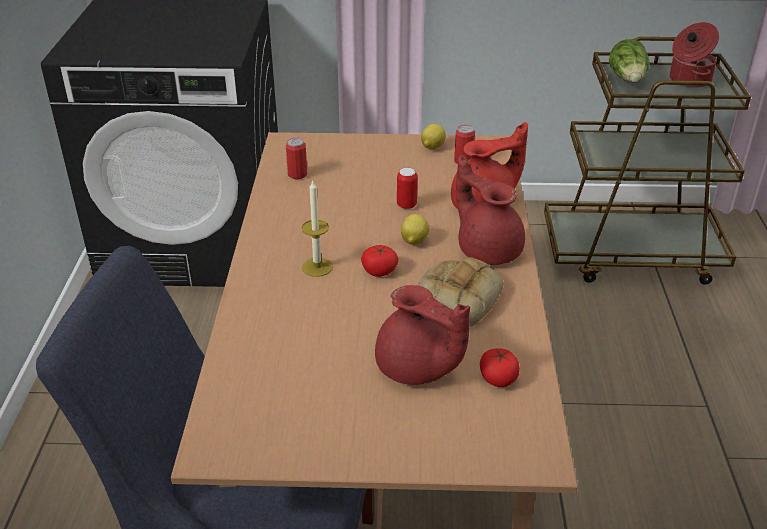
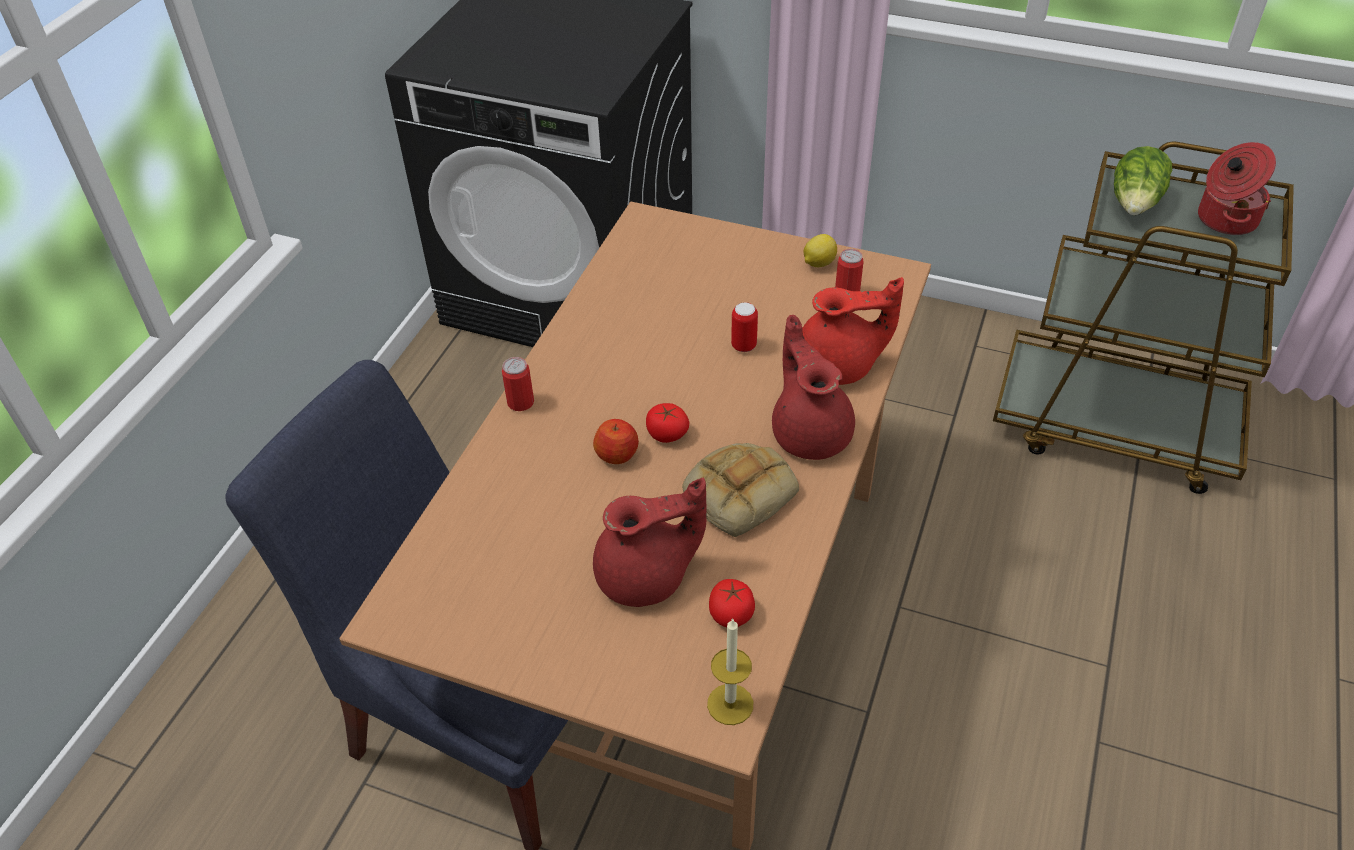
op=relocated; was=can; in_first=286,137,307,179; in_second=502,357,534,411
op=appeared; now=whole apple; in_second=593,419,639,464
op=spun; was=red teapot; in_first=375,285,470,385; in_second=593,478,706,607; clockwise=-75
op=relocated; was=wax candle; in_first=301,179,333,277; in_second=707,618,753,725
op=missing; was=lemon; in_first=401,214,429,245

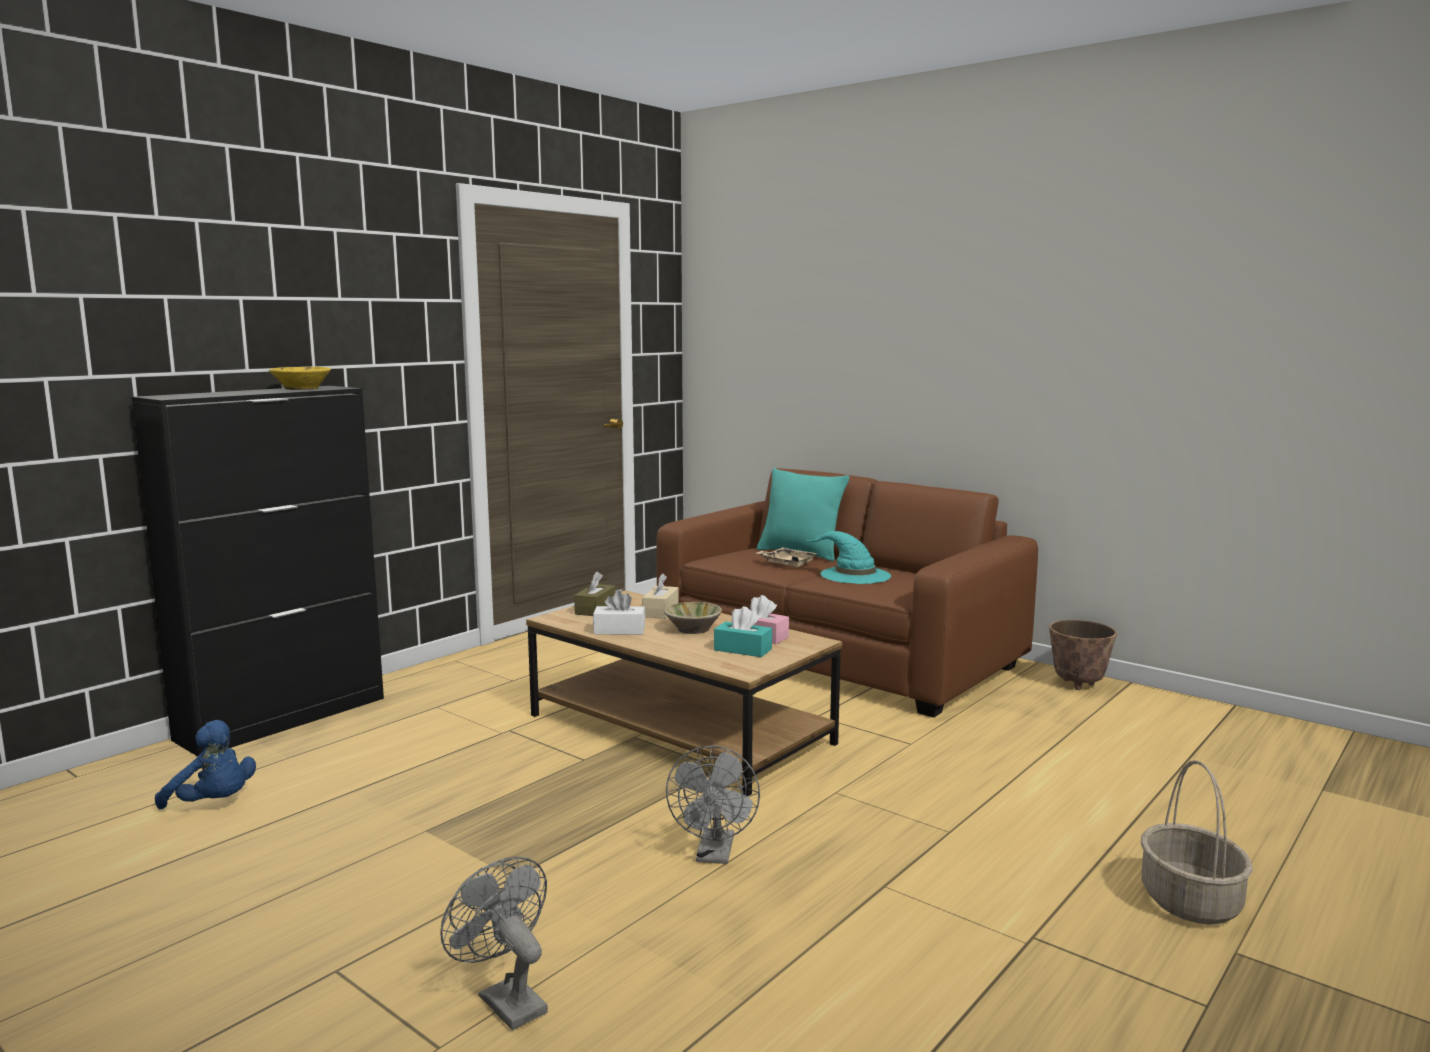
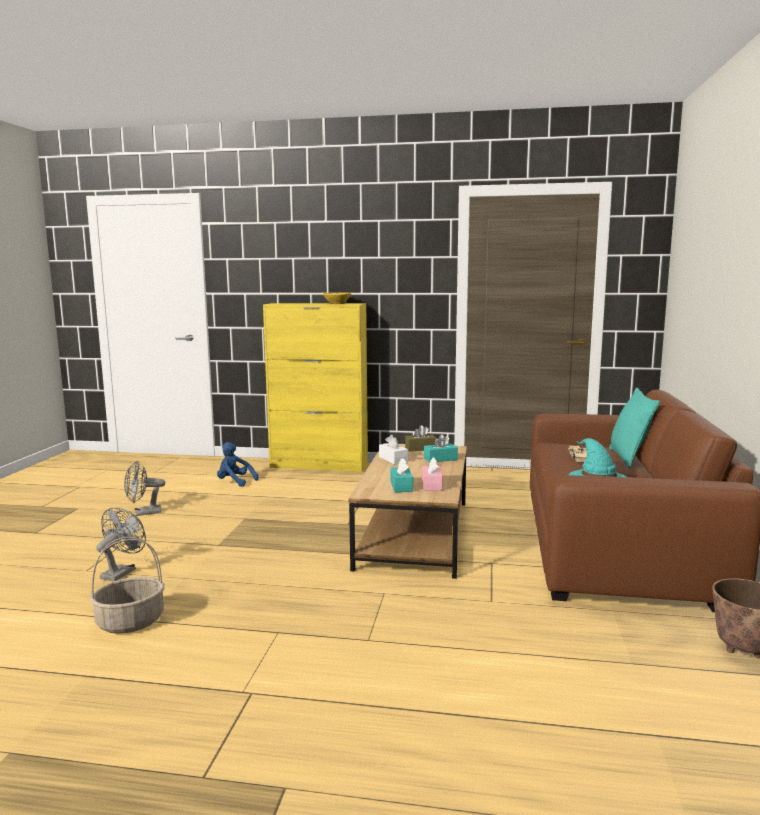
op=relocated; was=basket; in_first=1141,760,1253,925; in_second=90,537,165,634
op=relocated; was=grey electric fan; in_first=666,745,760,864; in_second=124,461,165,516
op=spun; was=blue soft toy; in_first=155,720,256,810; in_second=217,442,259,487; clockwise=120
op=colour; was=blackish cabinet; now=yellow-coloured cabinet; in_first=132,386,384,756; in_second=263,303,368,472
op=colour; was=beige-coloured tissue box; now=blue-green tissue box; in_first=642,573,679,619; in_second=424,434,458,463
op=missing; was=beige-coloured serving bowl; in_first=664,602,722,634

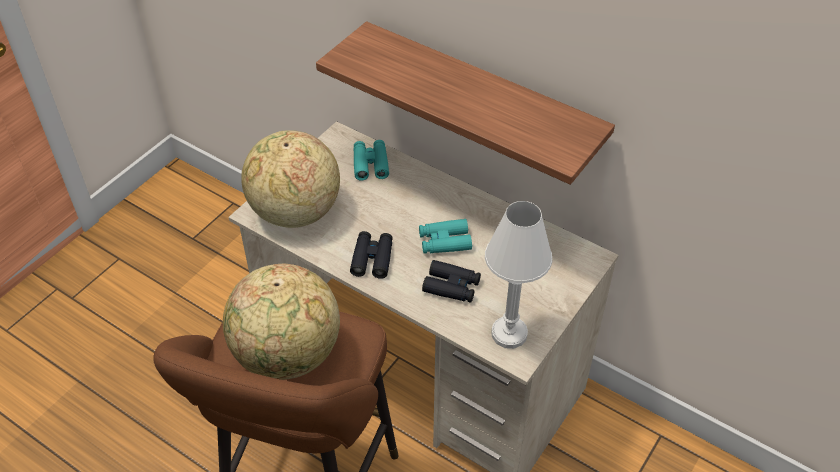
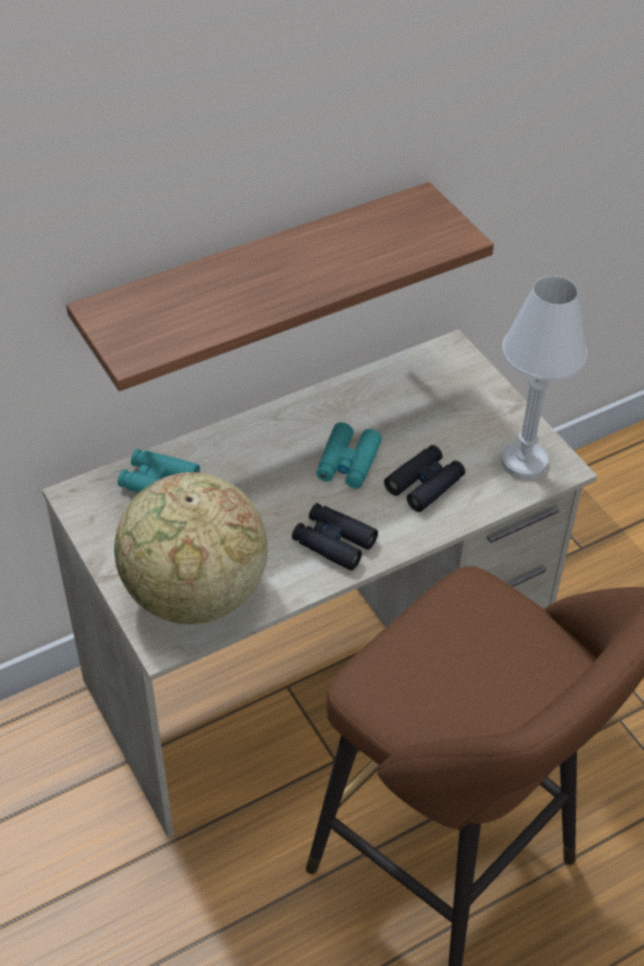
op=missing; was=world globe; in_first=223,264,340,380

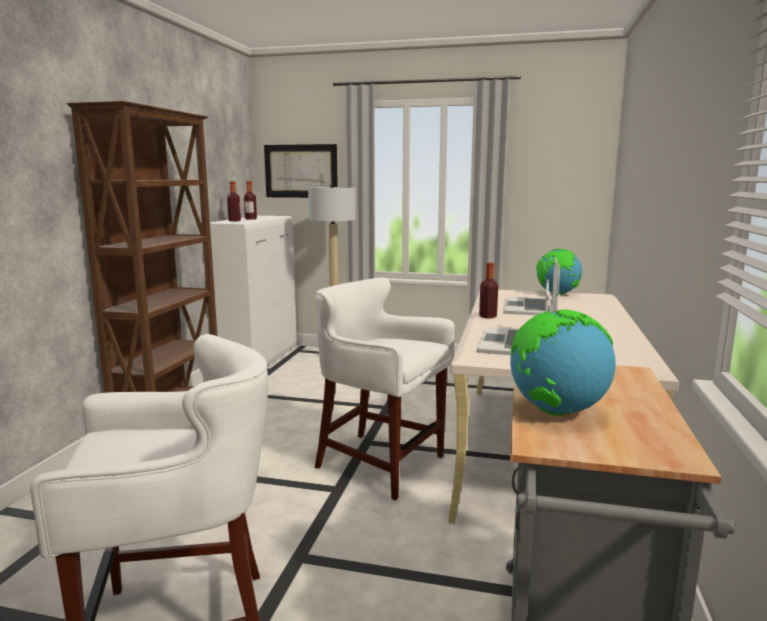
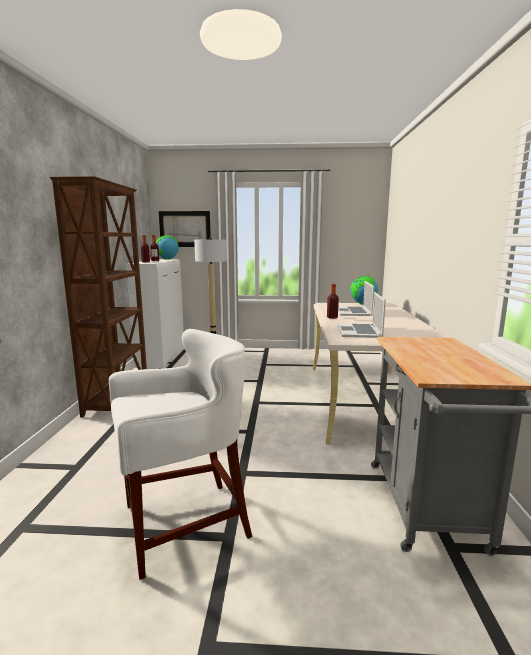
op=relocated; was=world globe; in_first=510,309,616,416; in_second=156,235,179,260
op=missing; was=white-coloured stool seat; in_first=315,277,455,500

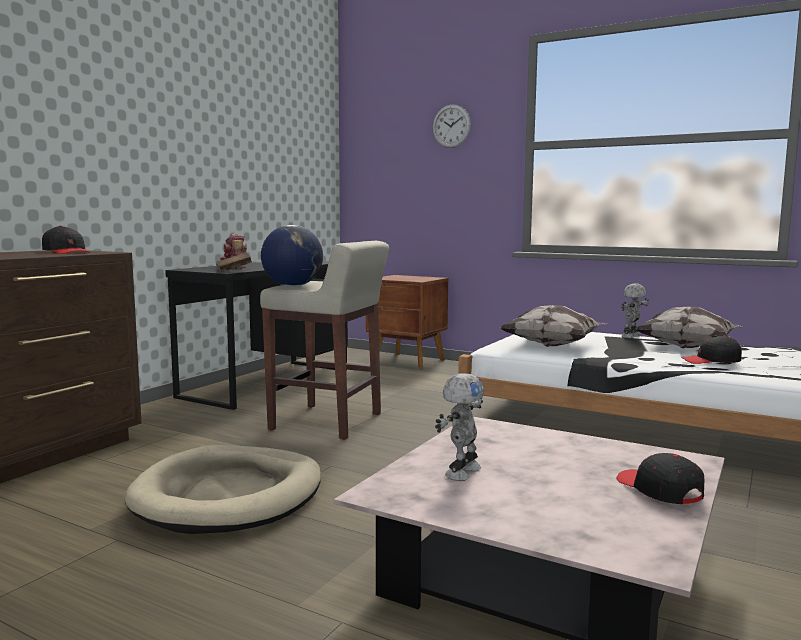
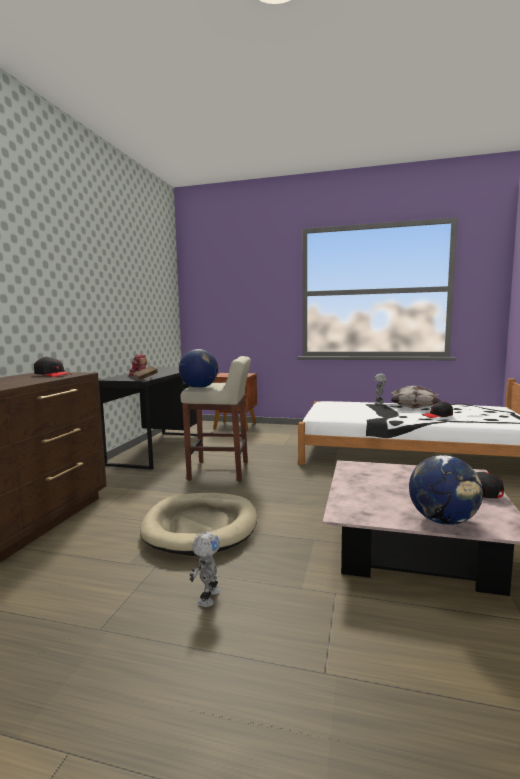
op=relocated; was=model robot; in_first=435,373,484,481; in_second=190,531,221,607
op=appeared; now=world globe; in_second=409,455,483,525
op=missing; was=wall clock; in_first=433,105,471,148
op=missing; was=cushion; in_first=500,305,608,347

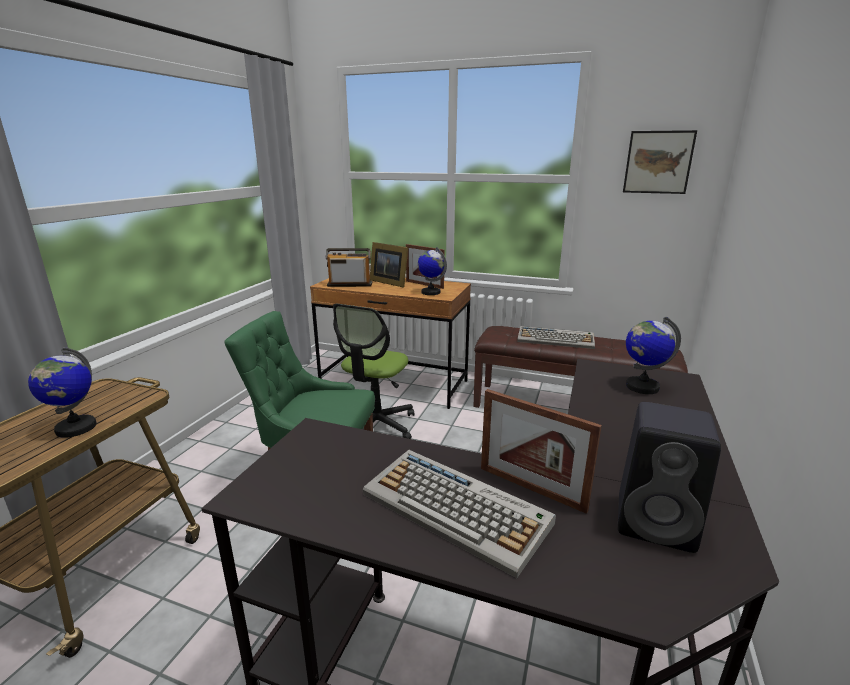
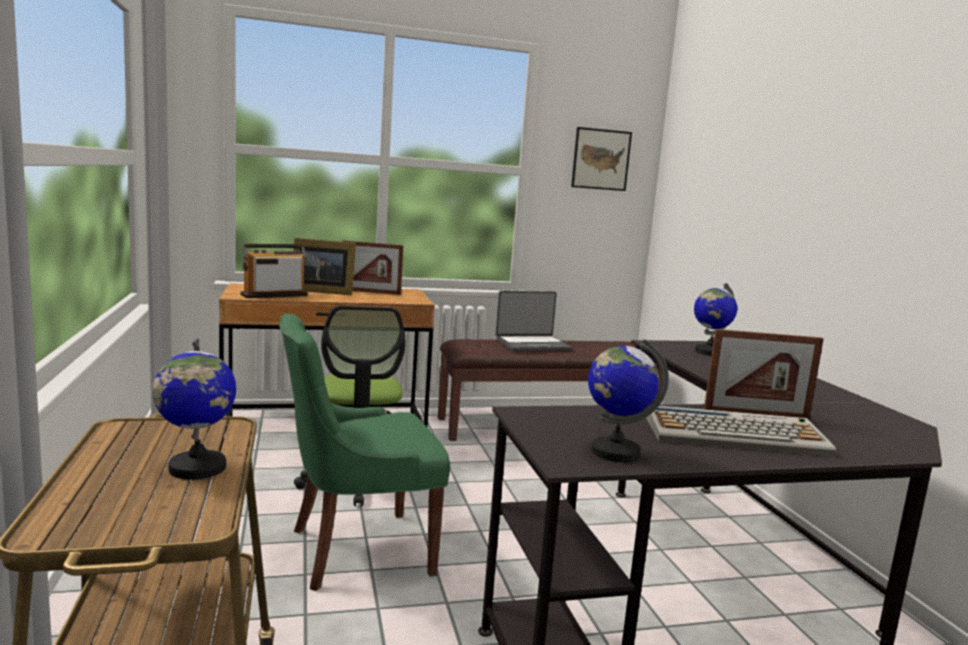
op=exchanged; was=PC keyboard; now=portable computer; in_first=517,326,595,349; in_second=496,291,572,352
op=relocated; was=world globe; in_first=418,247,447,295; in_second=588,339,669,462
op=missing; was=blackish audio speaker; in_first=618,402,721,553

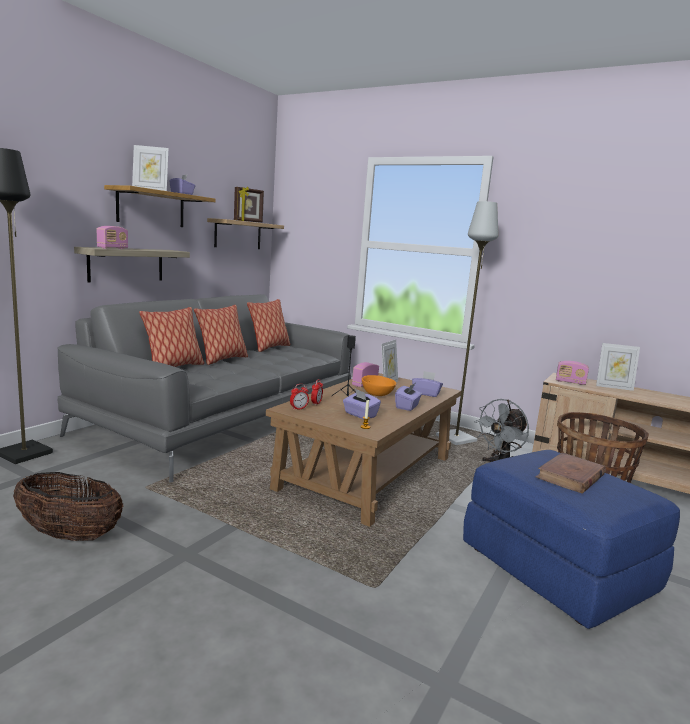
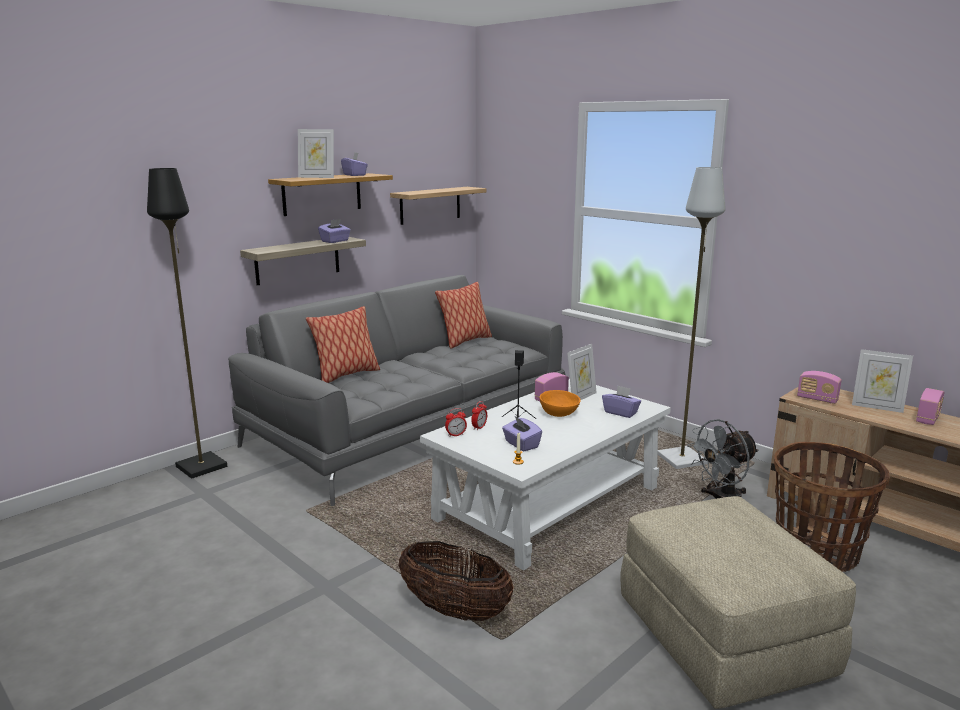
op=relocated; was=purplish tissue box; in_first=395,383,422,411; in_second=318,219,351,243
op=relocated; was=basket; in_first=13,472,123,541; in_second=398,541,514,621
op=colour; was=brown coffee table; now=white-coloured coffee table; in_first=266,373,461,527; in_second=420,379,671,571
op=colour; was=blue footrest; now=beige-coloured footrest; in_first=463,450,680,629; in_second=620,496,856,709
op=relocated; was=radio receiver; in_first=97,226,128,249; in_second=916,388,944,425
op=missing; was=cushion; in_first=194,305,248,365
op=missing; was=picture frame; in_first=234,187,264,223
op=missing; was=brown bound book; in_first=536,453,606,494

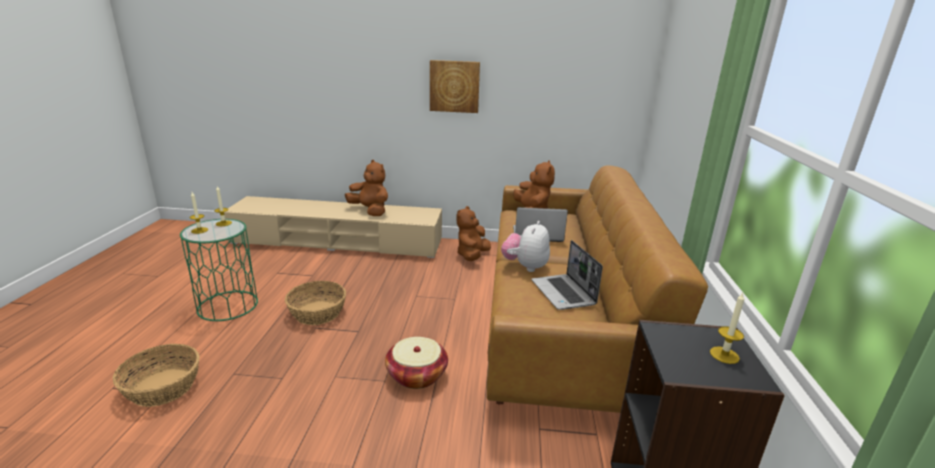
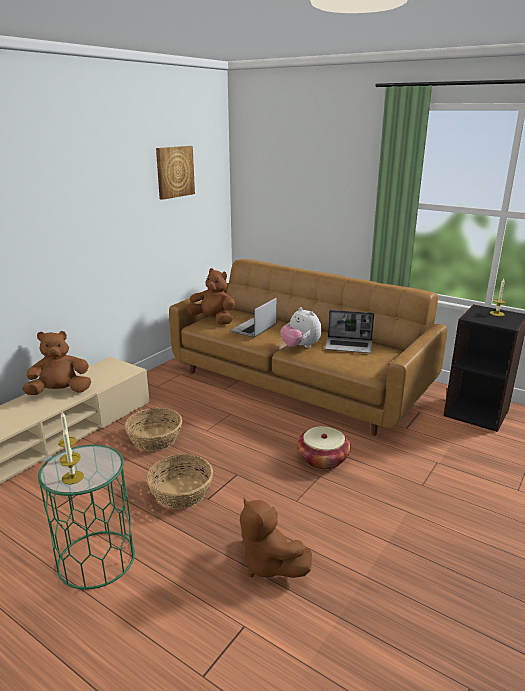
op=relocated; was=basket; in_first=112,344,200,407; in_second=125,408,182,451
op=relocated; was=wall art; in_first=430,60,480,113; in_second=156,146,195,200
op=relocated; was=brown soft toy; in_first=456,206,491,261; in_second=240,497,312,578

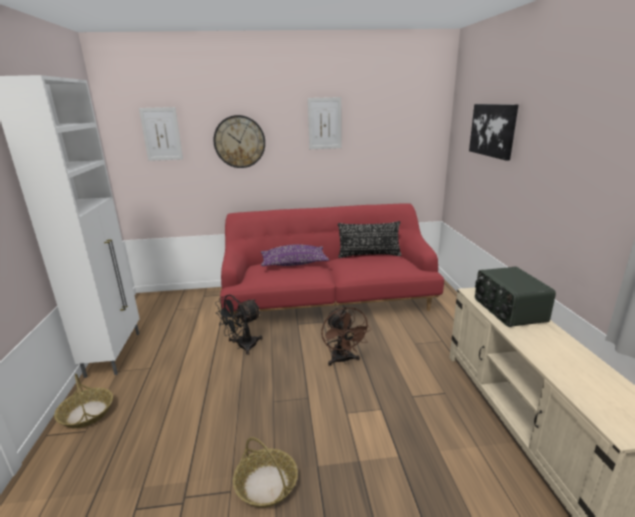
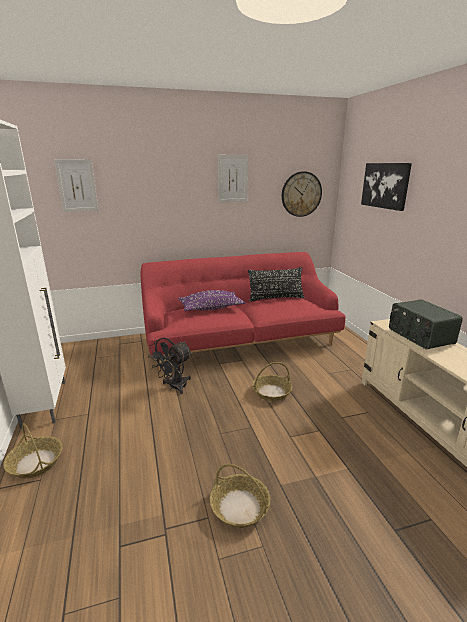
op=exchanged; was=brown electric fan; now=basket; in_first=321,307,371,366; in_second=252,362,292,401
op=relocated; was=wall clock; in_first=214,115,265,168; in_second=282,171,322,217

